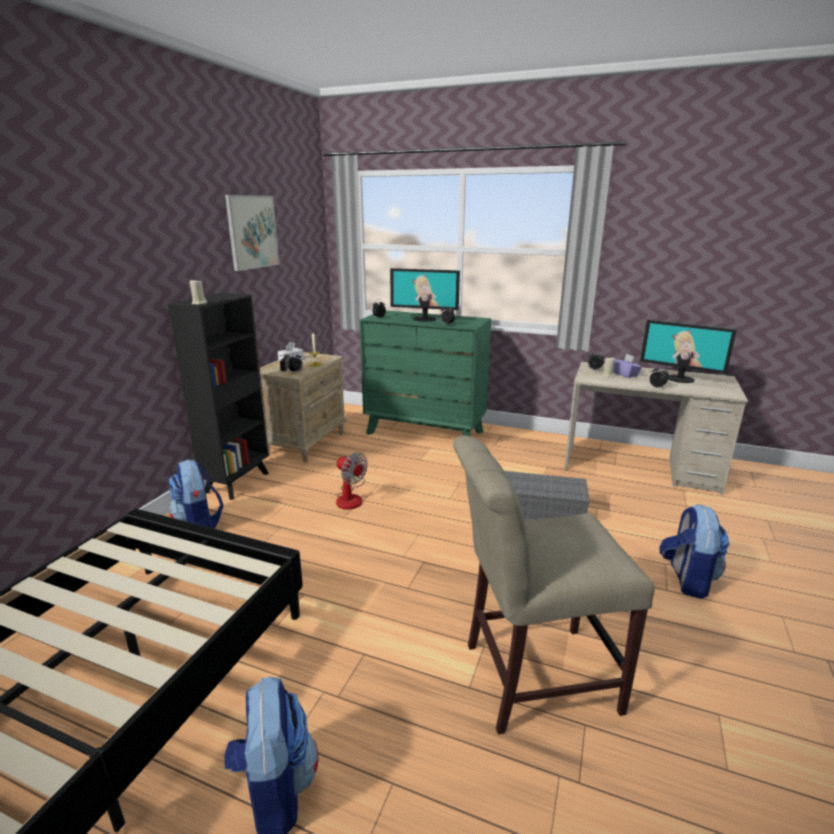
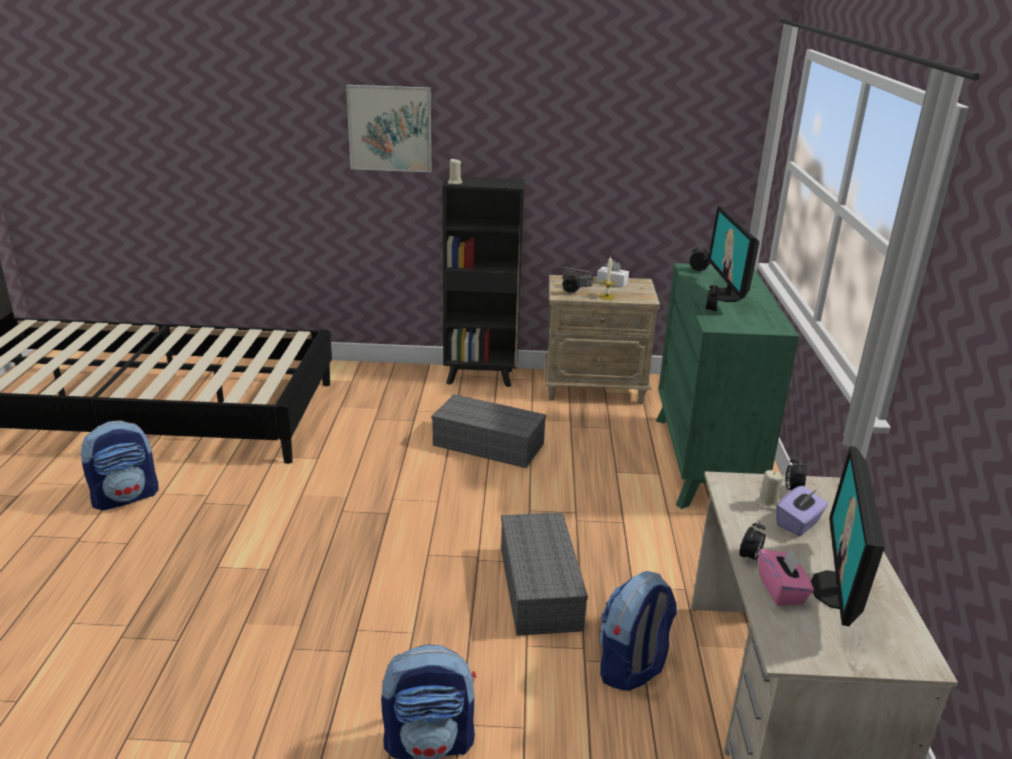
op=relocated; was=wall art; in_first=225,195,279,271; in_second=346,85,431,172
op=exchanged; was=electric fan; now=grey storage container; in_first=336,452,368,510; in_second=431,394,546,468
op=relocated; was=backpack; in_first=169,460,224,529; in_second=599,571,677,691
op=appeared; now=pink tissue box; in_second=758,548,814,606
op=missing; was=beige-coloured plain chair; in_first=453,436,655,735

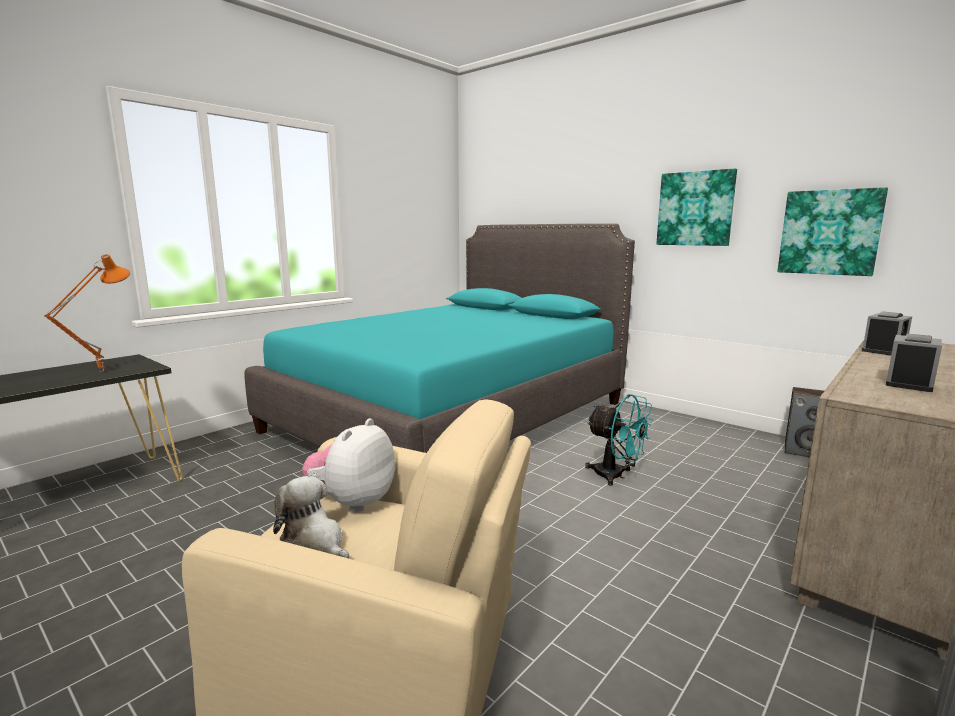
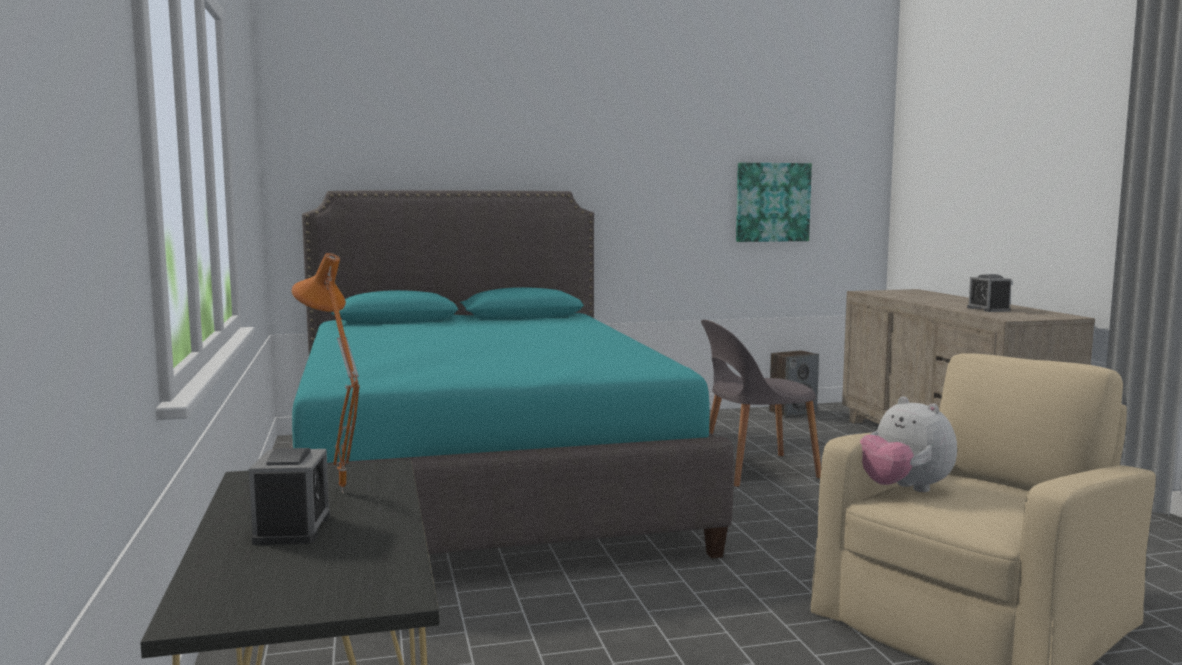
op=relocated; was=table clock; in_first=862,312,912,355; in_second=249,448,330,545
op=exchanged; was=blue-green electric fan; now=grey plain chair; in_first=585,394,653,486; in_second=701,320,821,487
op=missing; was=soft toy; in_first=273,476,349,558
op=missing; was=wall art; in_first=656,168,737,246

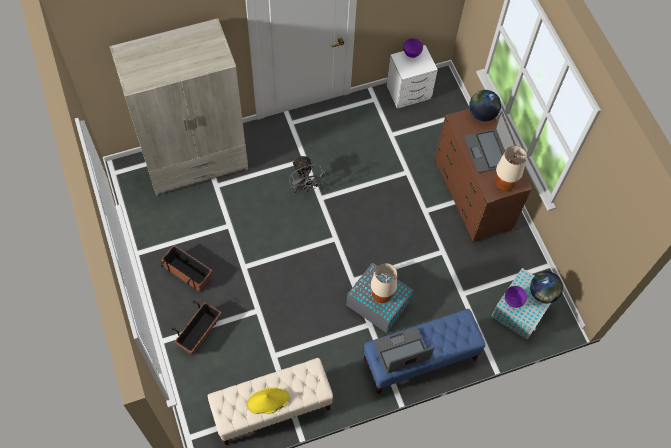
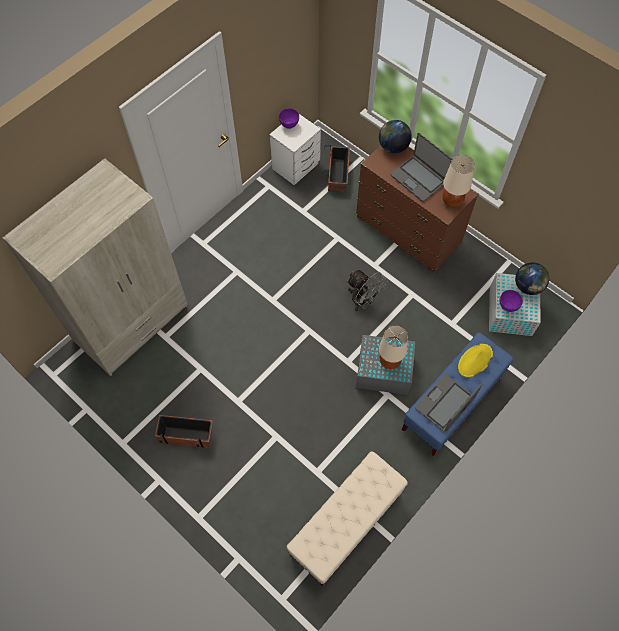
op=relocated; was=plant pot; in_first=172,301,222,355; in_second=323,145,350,192
op=relocated; was=grey electric fan; in_first=289,155,326,193; in_second=347,270,388,311
op=relocated; was=yellow-coloured clothing hat; in_first=247,388,289,414; in_second=458,344,493,377

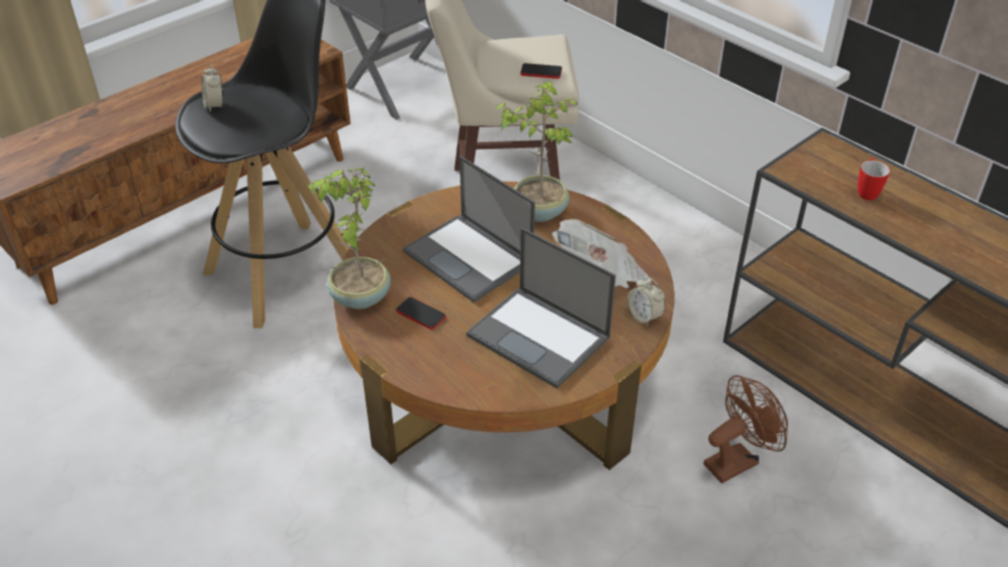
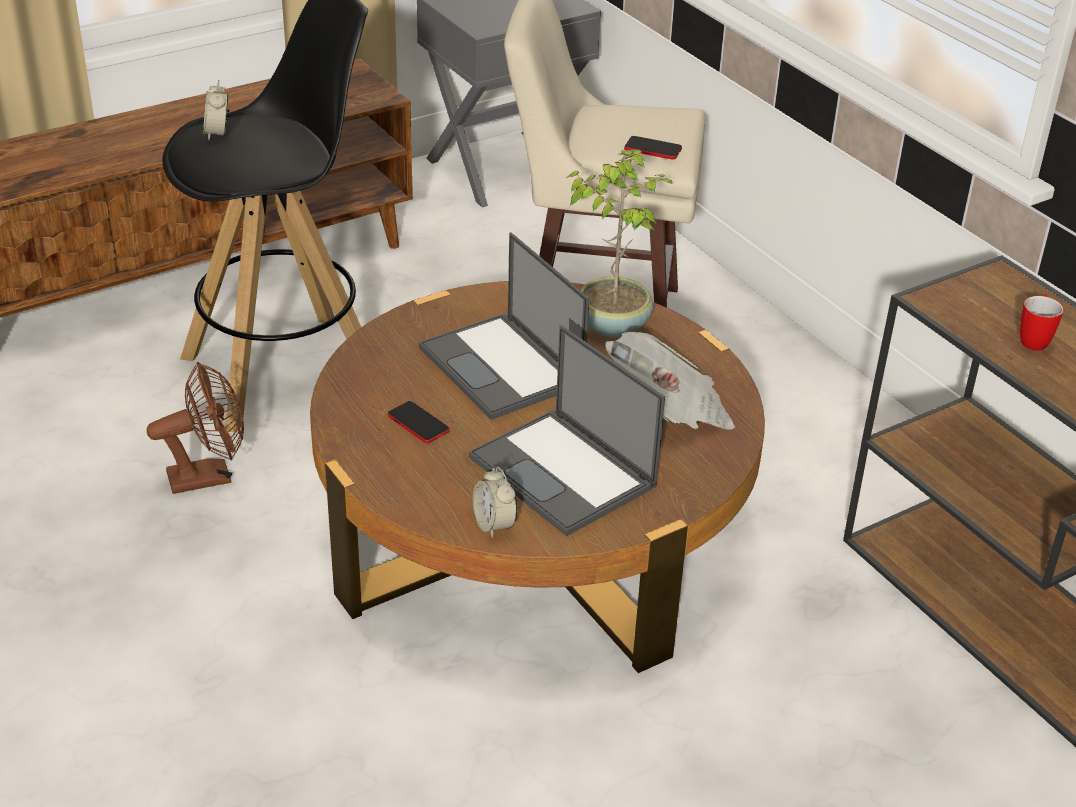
op=relocated; was=brown electric fan; in_first=704,375,788,483; in_second=147,362,244,494
op=relocated; was=table clock; in_first=627,277,665,326; in_second=473,467,517,538
op=missing; was=potted plant; in_first=308,168,391,309

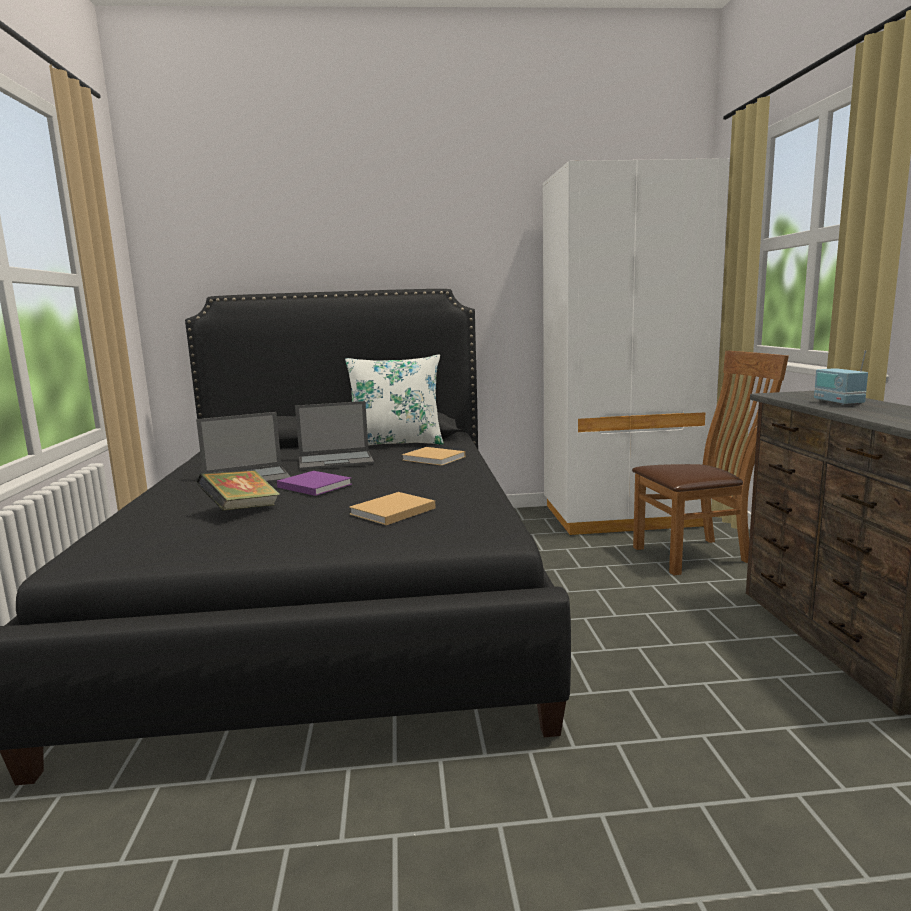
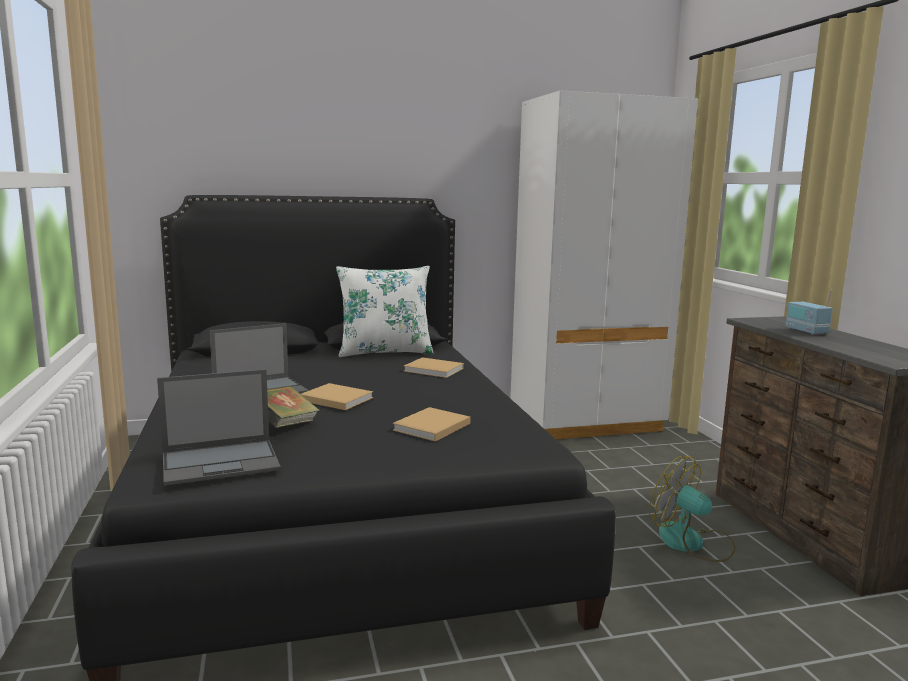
op=relocated; was=portable computer; in_first=295,401,374,470; in_second=157,369,281,486
op=colour; was=purplish bound book; now=beige-coloured bound book; in_first=277,471,352,496; in_second=301,383,373,410
op=appeared; now=electric fan; in_second=649,456,735,562
op=missing; was=brown plain chair; in_first=632,351,789,576

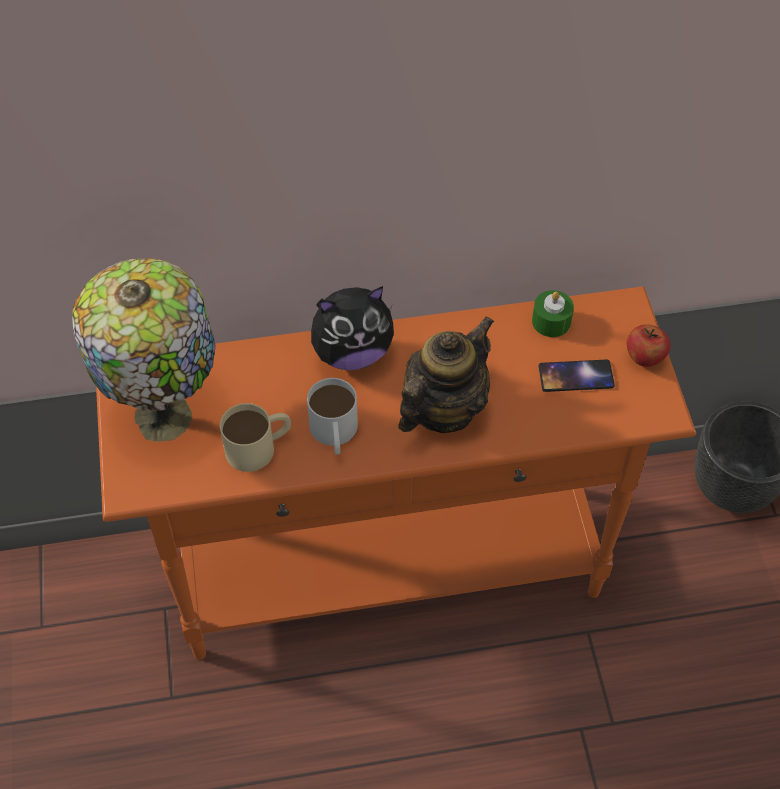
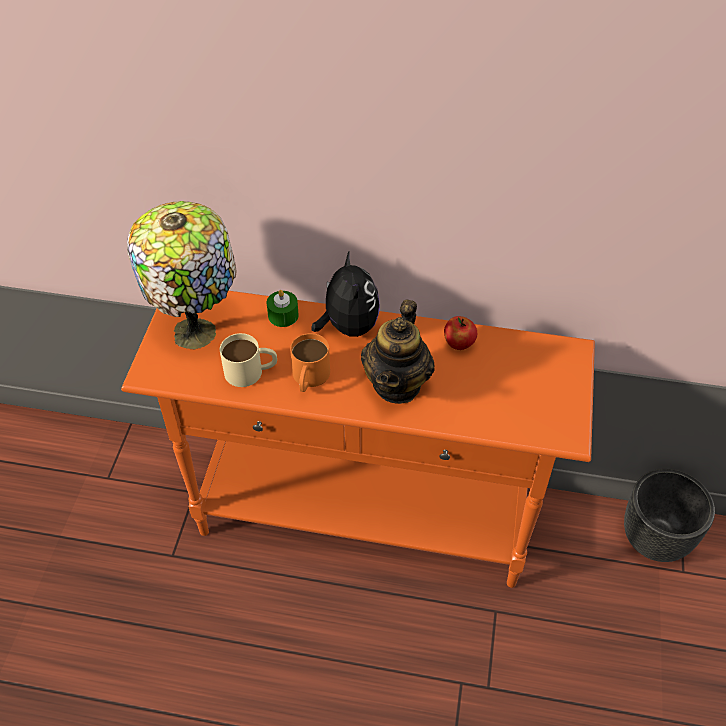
op=relocated; was=green wax candle; in_first=532,290,574,337; in_second=267,290,299,327
op=colour; was=white-coloured coffee mug; now=orange coffee mug; in_first=307,378,358,455; in_second=290,333,330,392
op=spun; was=soft toy; in_first=311,286,394,371; in_second=311,250,380,337; clockwise=-105
op=spun; was=teapot; in_first=398,316,494,433; in_second=361,299,435,404; clockwise=135
op=relocated; was=whole apple; in_first=627,324,670,367; in_second=444,316,477,350
op=missing; was=handset; in_first=539,359,615,392

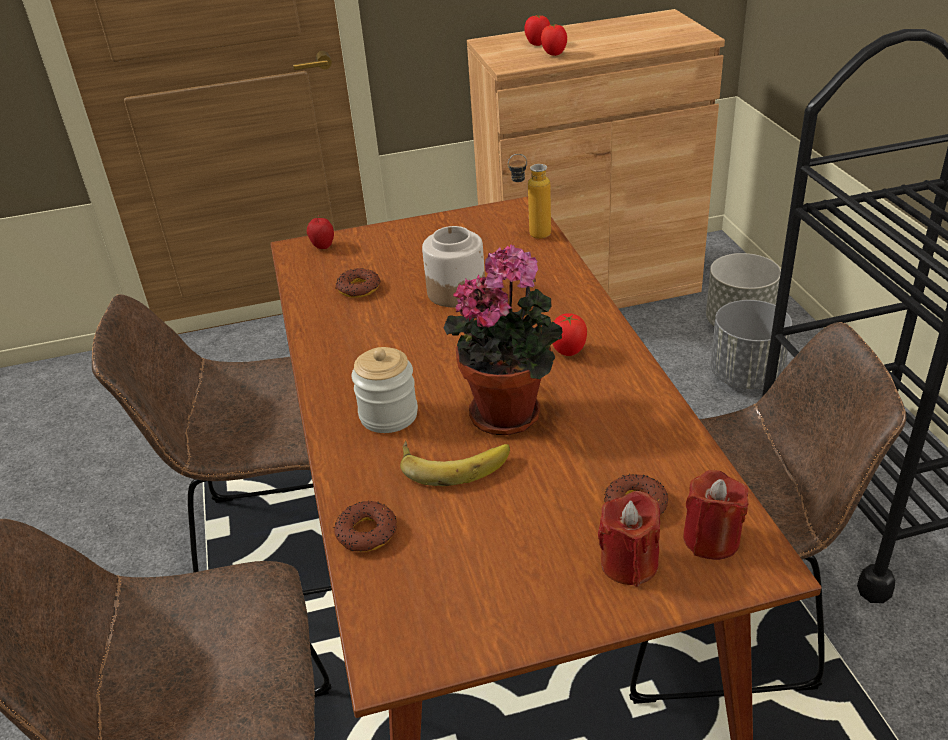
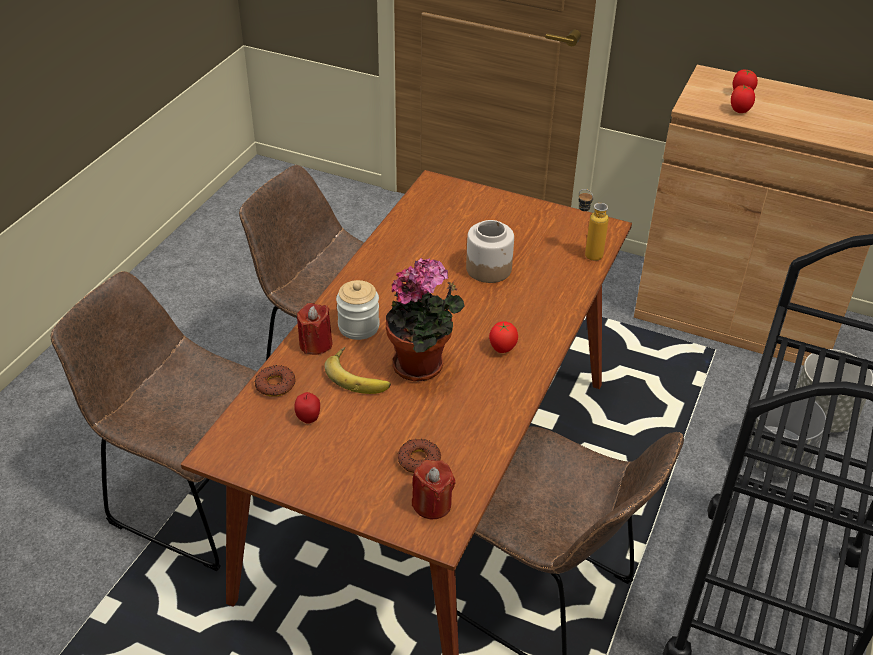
op=relocated; was=whole apple; in_first=307,216,334,249; in_second=294,392,320,424
op=relocated; was=red wax candle; in_first=598,491,660,587; in_second=297,303,333,355
op=missing; was=doughnut; in_first=335,268,380,298

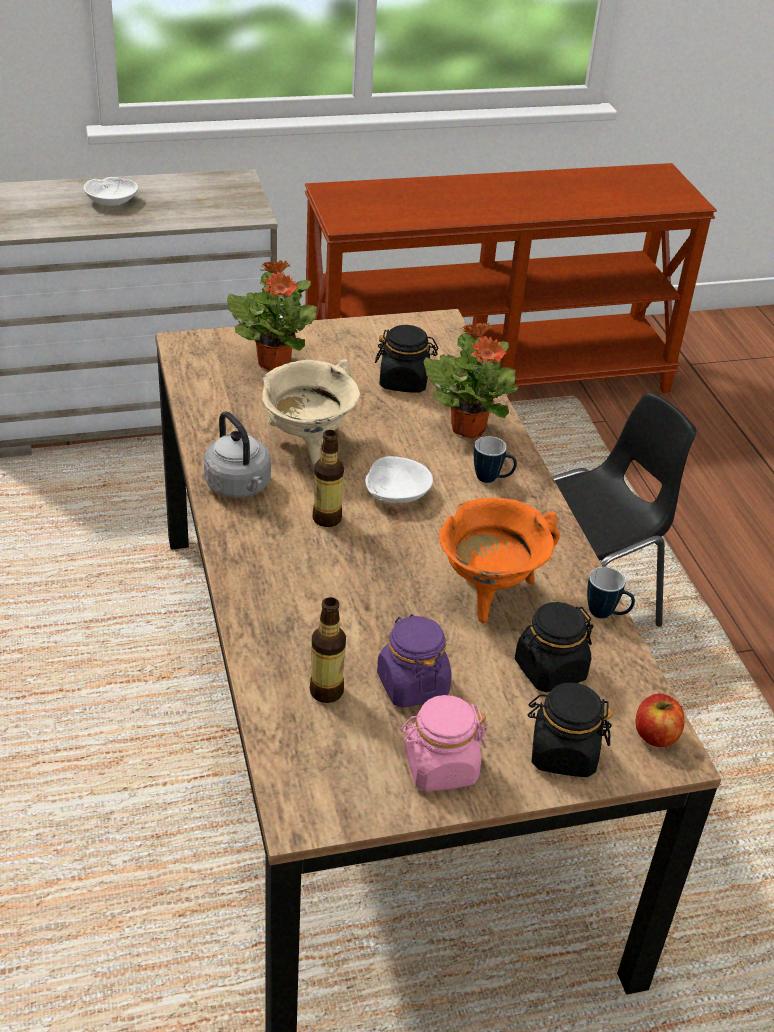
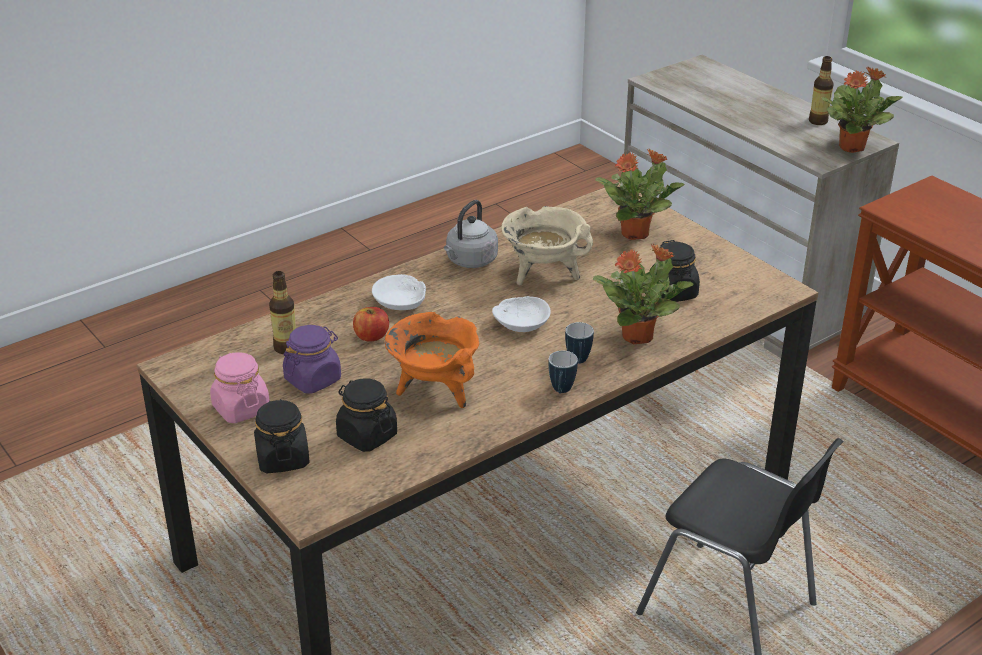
op=relocated; was=whole apple; in_first=636,694,684,747; in_second=353,307,389,342
op=relocated; was=white-coloured serving bowl; in_first=84,177,138,206; in_second=372,274,426,310
op=relocated; was=coffee mug; in_first=587,567,635,618; in_second=548,351,578,394
op=relocated; was=beverage bottle; in_first=313,430,344,527; in_second=809,56,834,125
op=appeared; now=potted plant; in_second=821,67,903,153

